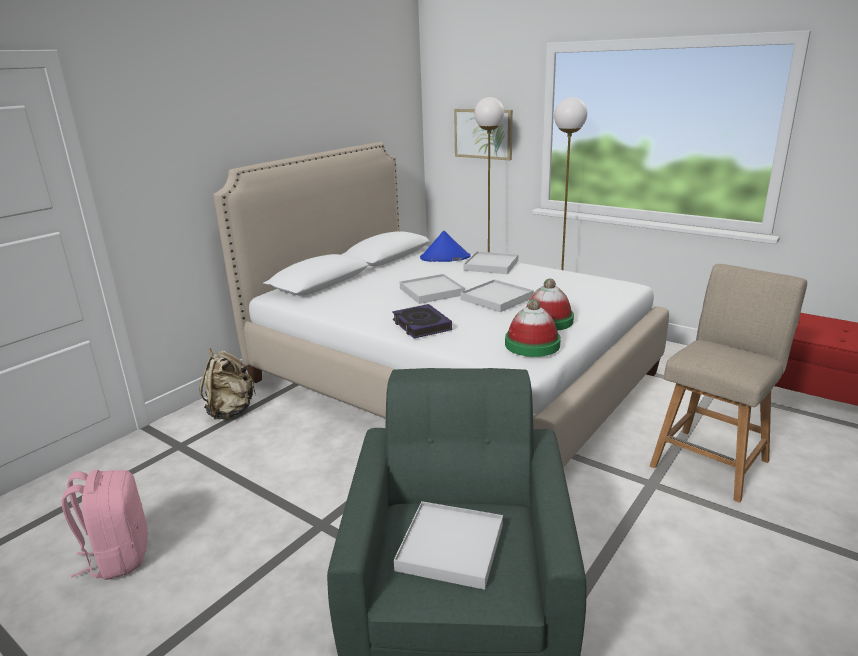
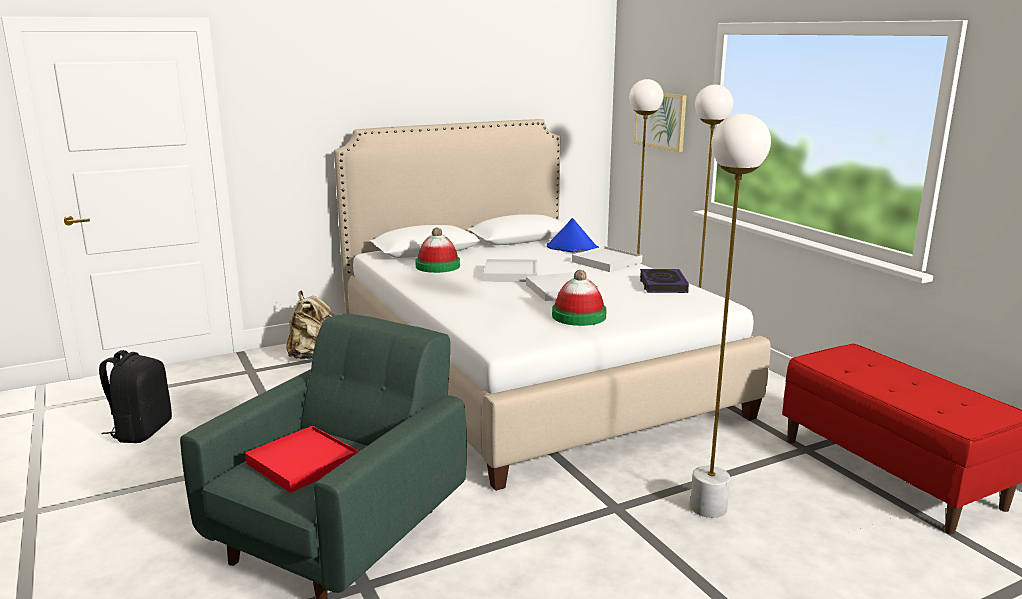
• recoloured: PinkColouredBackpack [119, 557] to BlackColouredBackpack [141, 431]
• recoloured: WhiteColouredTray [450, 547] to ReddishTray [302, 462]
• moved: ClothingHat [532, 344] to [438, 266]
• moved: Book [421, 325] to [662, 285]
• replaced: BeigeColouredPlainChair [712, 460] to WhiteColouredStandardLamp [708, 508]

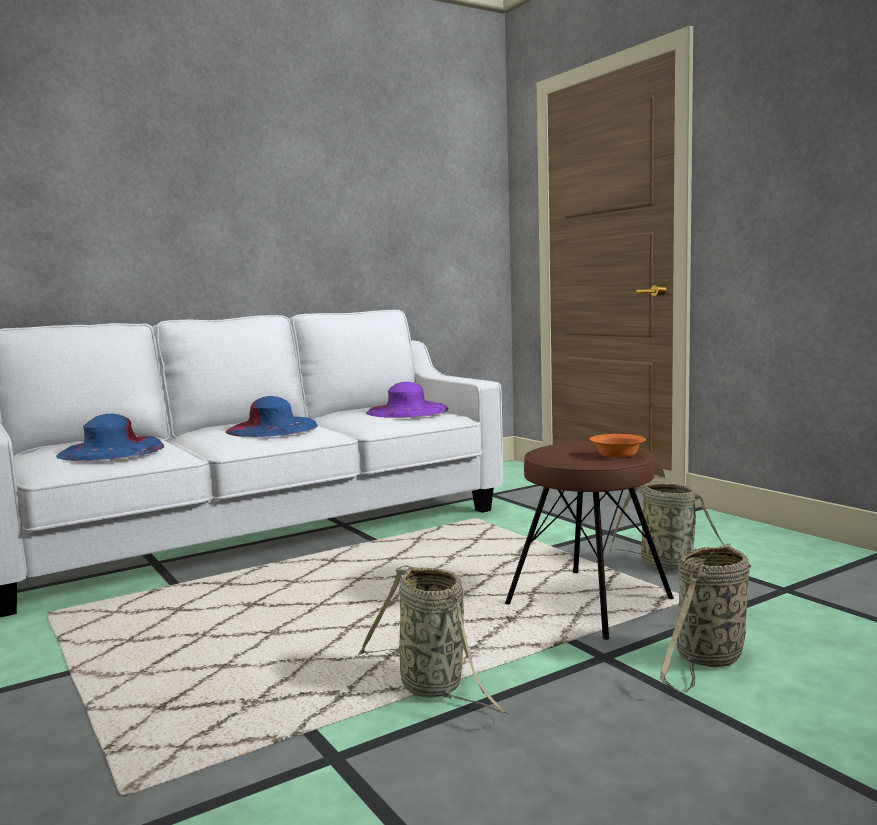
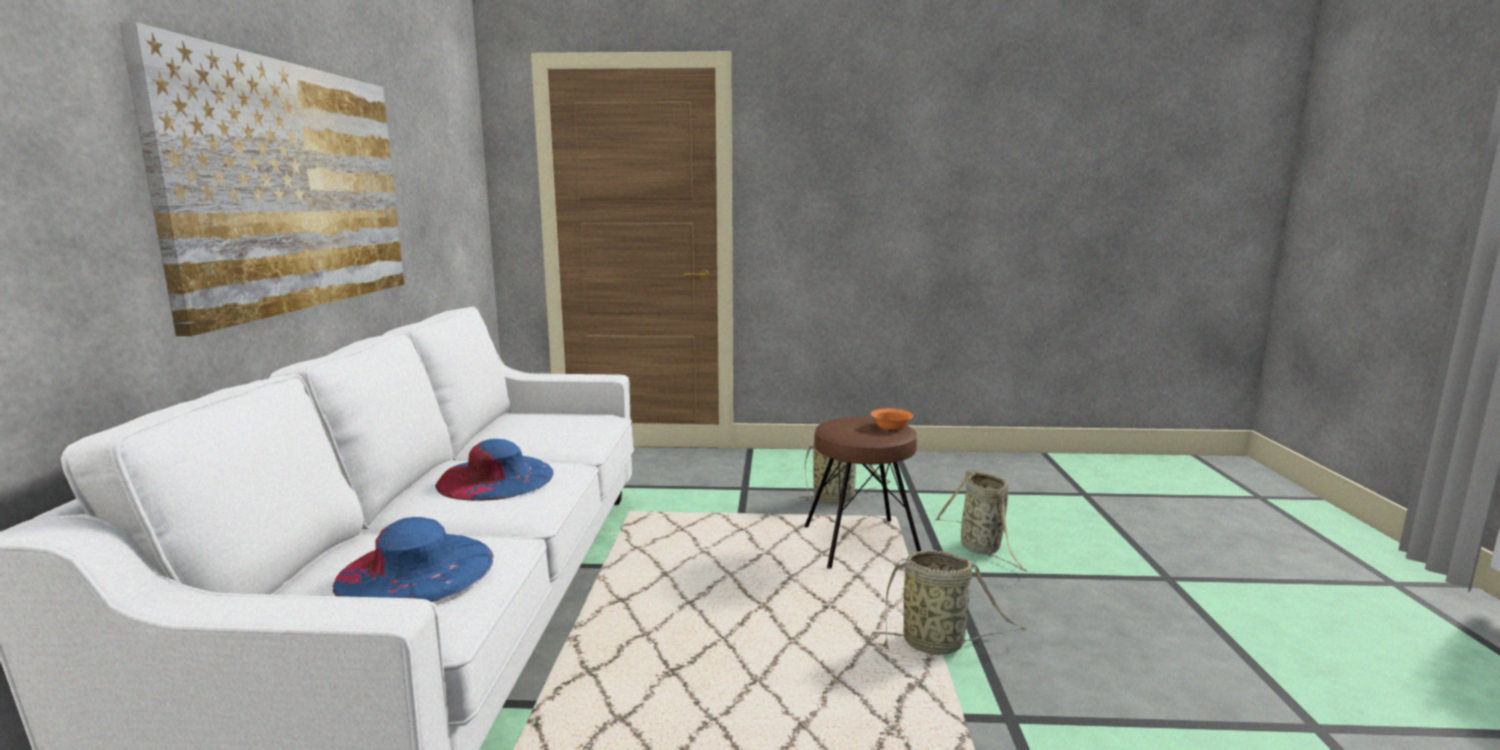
• added: Picture [293, 188]
• removed: PurpleClothingHat [407, 411]

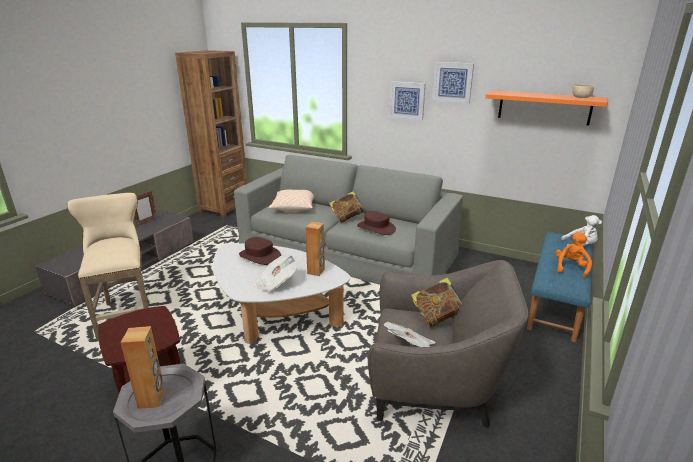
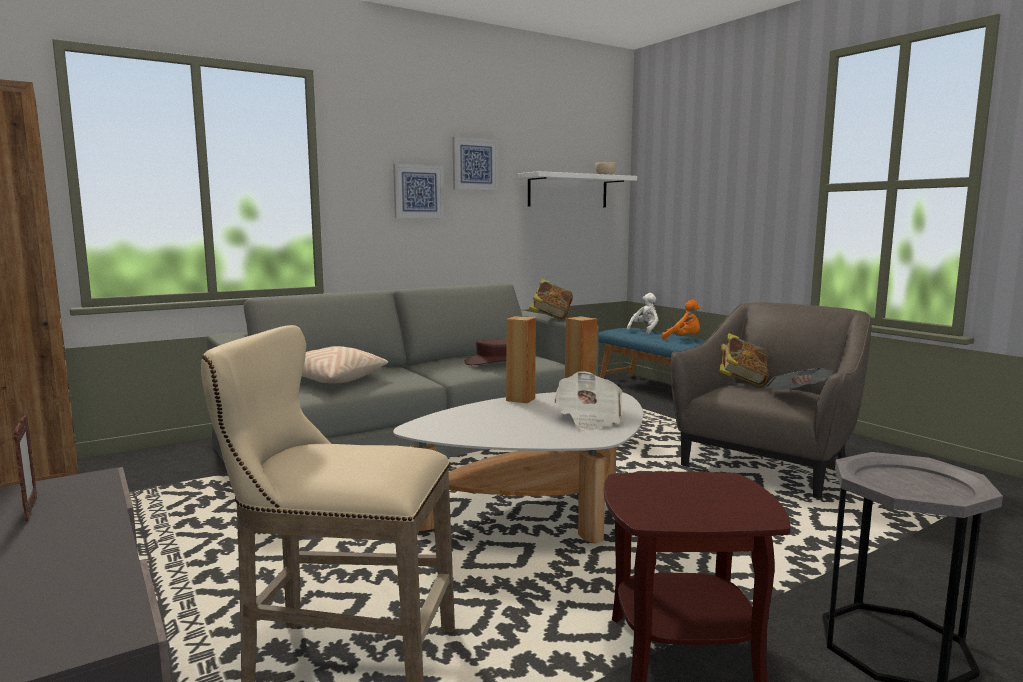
• moved: BrownishSpeaker [152, 399] to [520, 399]
• recoloured: OrangeyBracketShelf [544, 107] to WhiteColouredBracketShelf [568, 191]
• moved: Book [347, 218] to [551, 317]
• turned: OrangeyCuddlyToy [571, 268] = [683, 339] 150 degrees clockwise
• removed: BrownishClothingHat [259, 256]

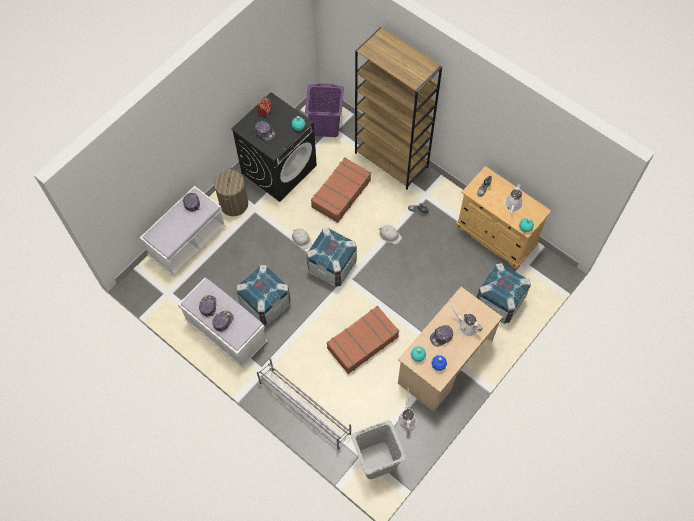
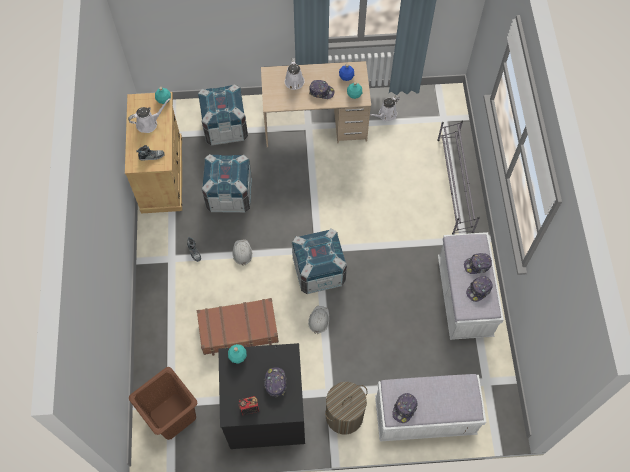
• recoloured: PurpleLaundryBasket [326, 125] to BrownishLaundryBasket [172, 415]
• moved: ShippingCrate [265, 303] to [229, 195]
• removed: BrownishPieceOfLuggage [362, 342]
• removed: GrayLaundryBasket [376, 460]
• removed: BrownishShelvingUnit [392, 160]

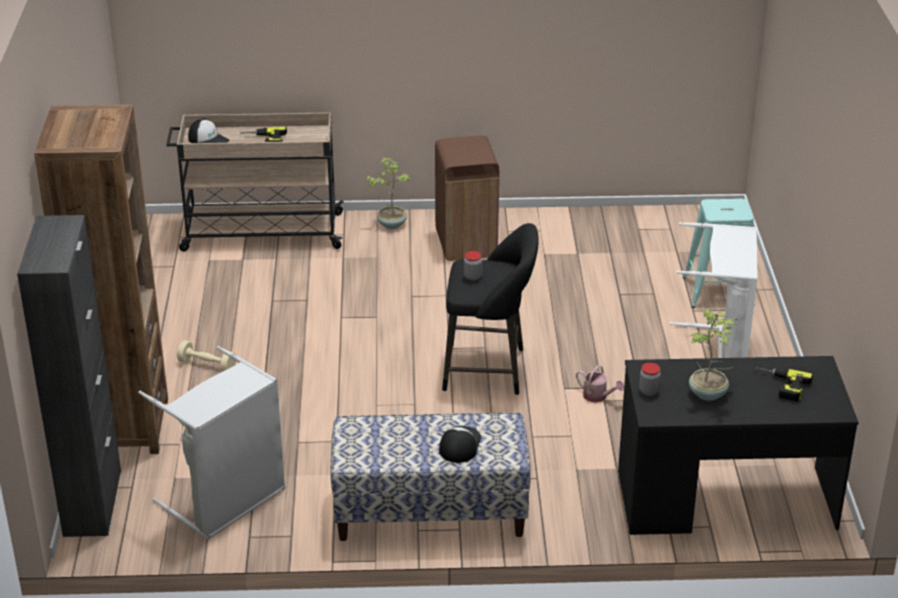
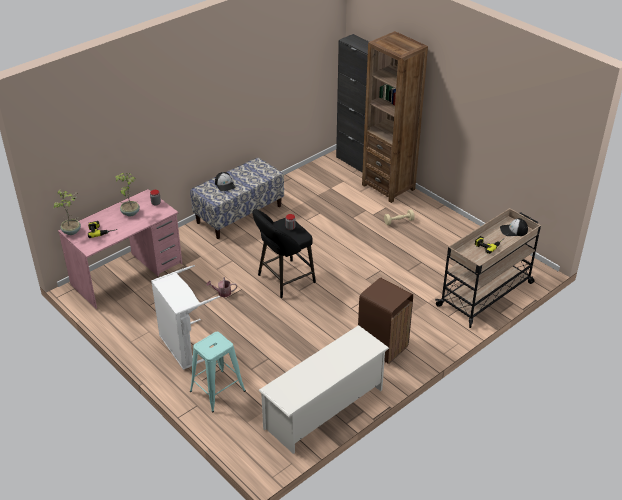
• moved: Houseplant [391, 224] to [72, 231]
• recoloured: BlackColouredDeskTable [725, 500] to PinkColouredDeskTable [127, 274]
• added: WhiteColouredShoeStand [324, 409]
• removed: GrayLaundryBasket [228, 502]

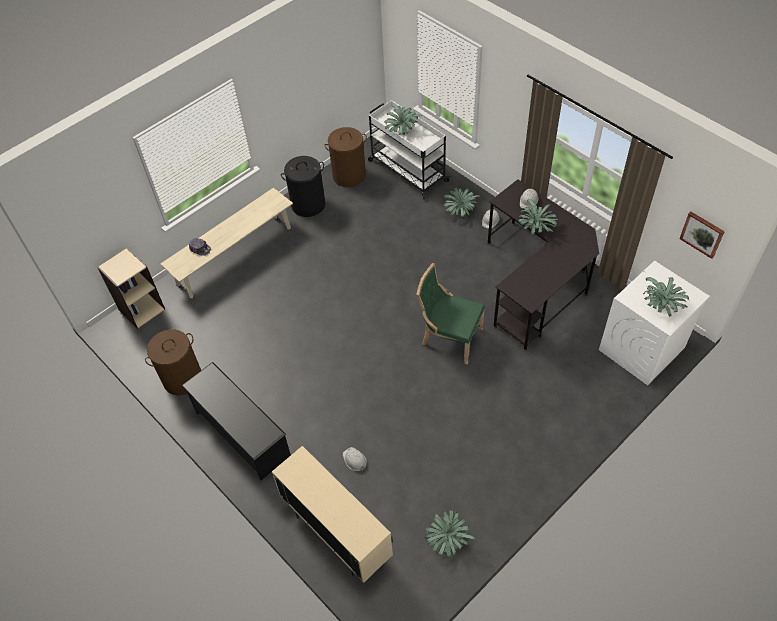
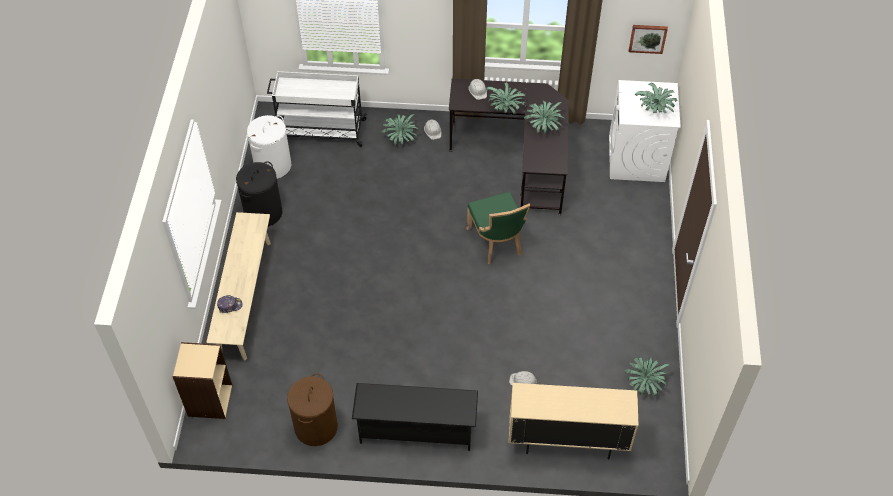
• recoloured: BrownishLaundryBasket [349, 176] to WhiteColouredLaundryBasket [273, 166]
• turned: GreenPlainChair [449, 338] = [497, 243] 90 degrees counterclockwise
• moved: Houseplant [402, 130] to [544, 126]

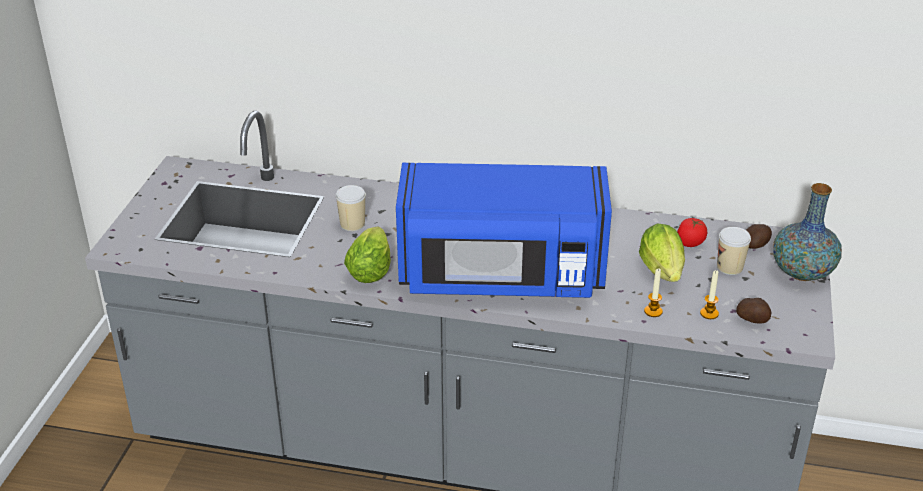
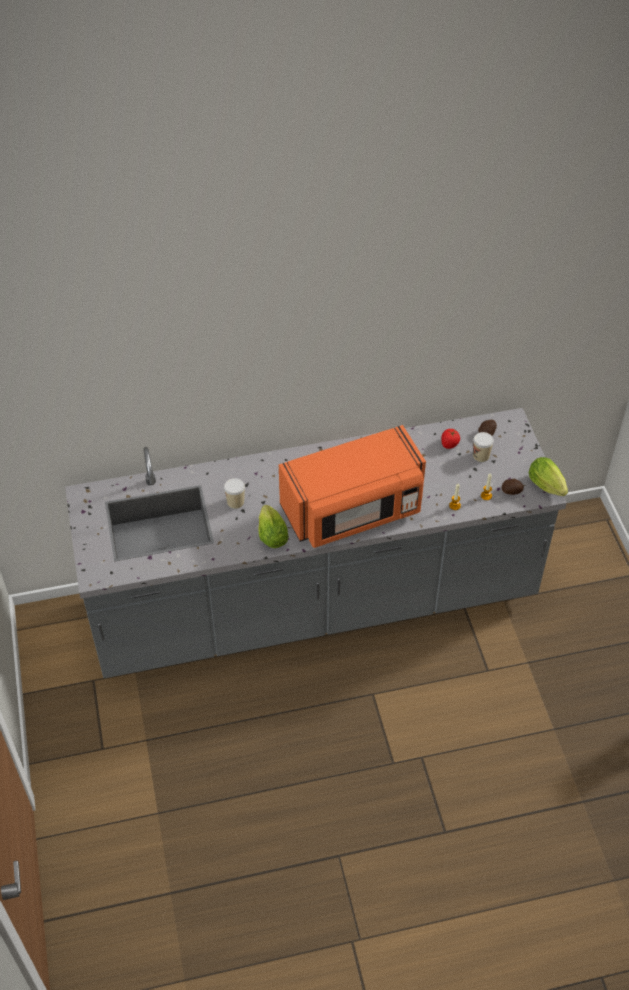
• recoloured: BluishMicrowave [501, 276] to OrangeyMicrowave [353, 511]
• moved: LettuceHead [663, 273] to [548, 487]
• removed: DecorativeVase [802, 272]

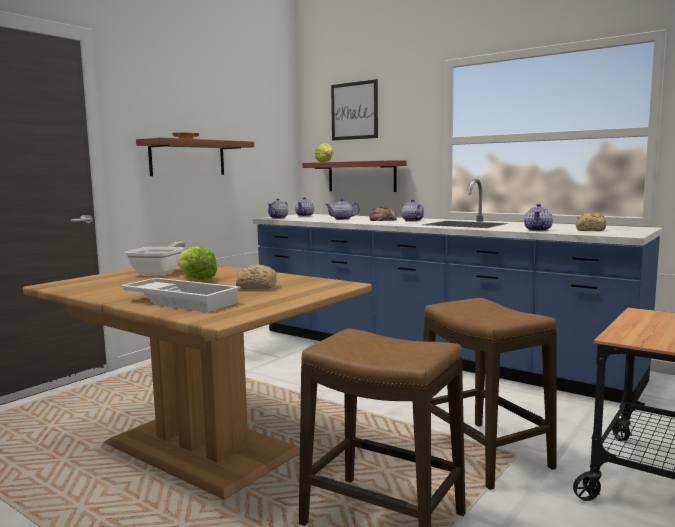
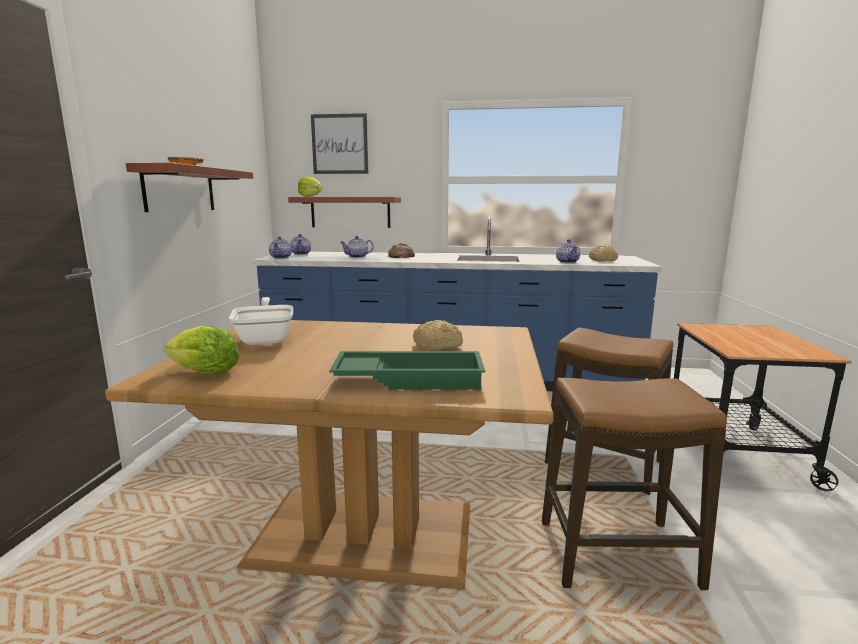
• moved: LettuceHead [196, 279] to [204, 372]
• recoloured: WhiteColouredTray [182, 301] to GreenTray [410, 378]
• removed: PotForTea [412, 221]

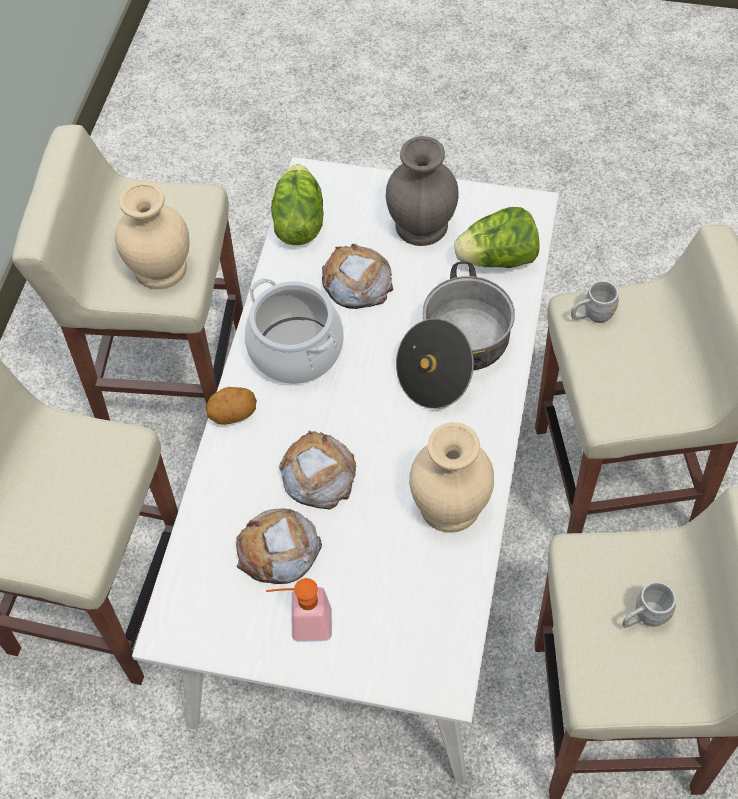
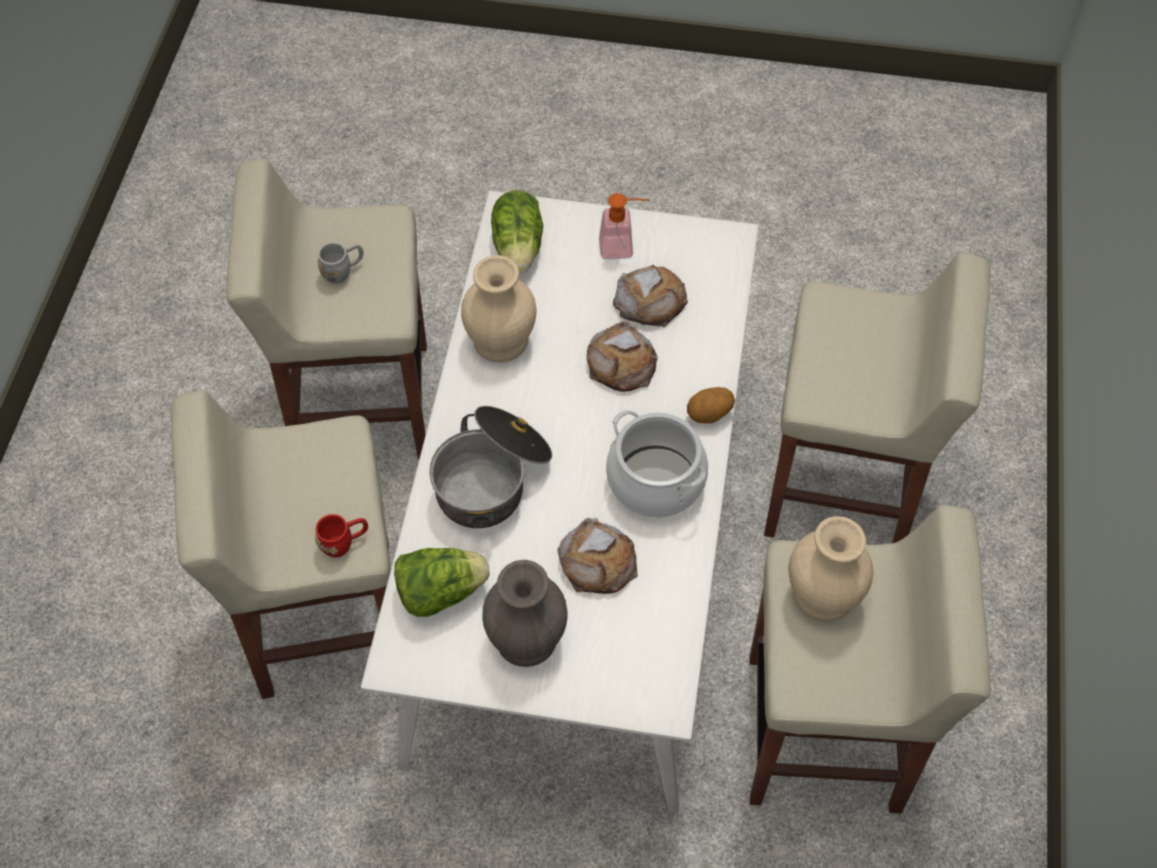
• recoloured: GrayTeaMug [592, 315] to ReddishTeaMug [344, 543]
• moved: LettuceHead [298, 222] to [519, 247]

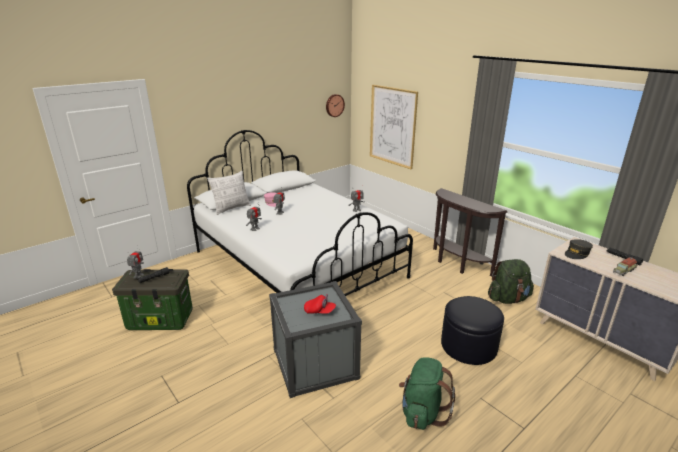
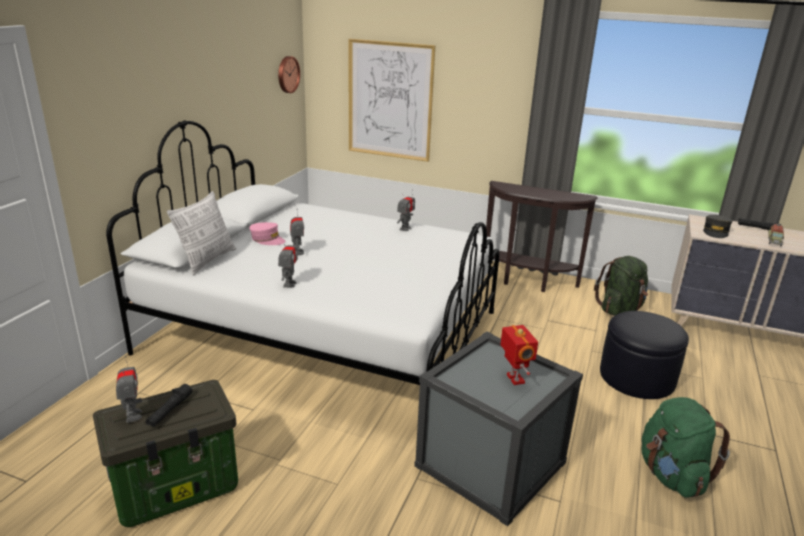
• replaced: ReddishCap [319, 311] to ToyRobot [514, 379]

